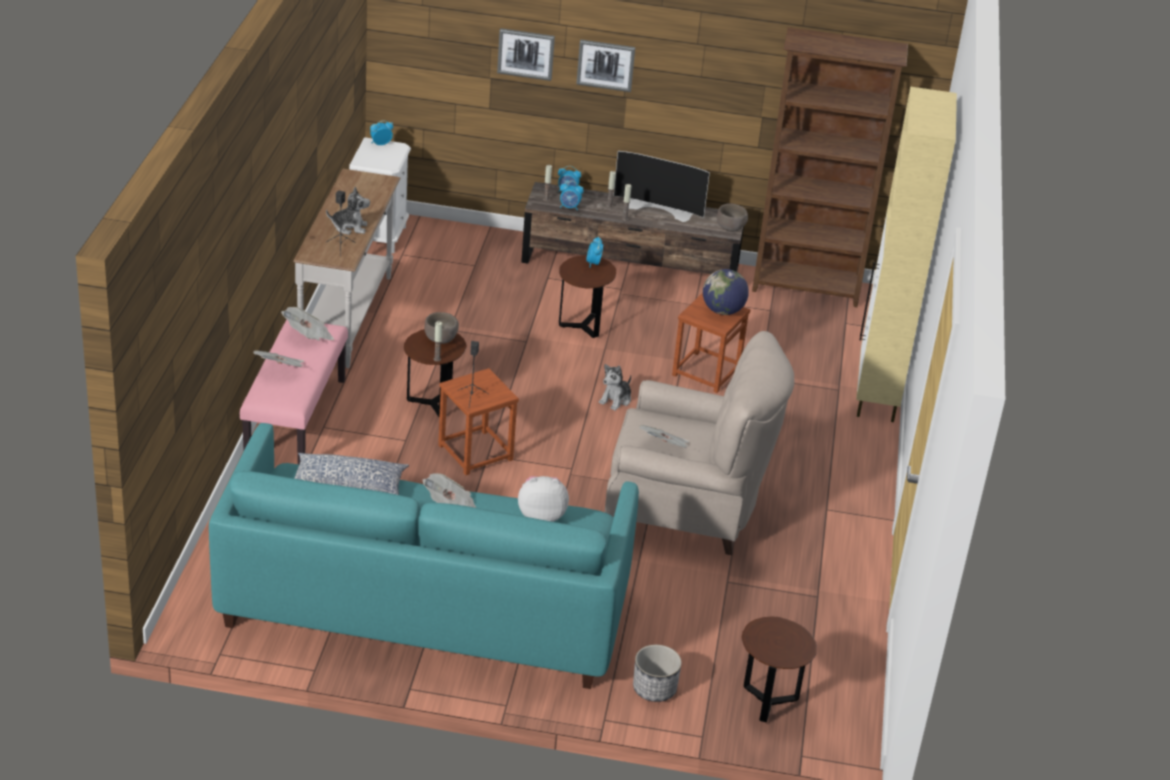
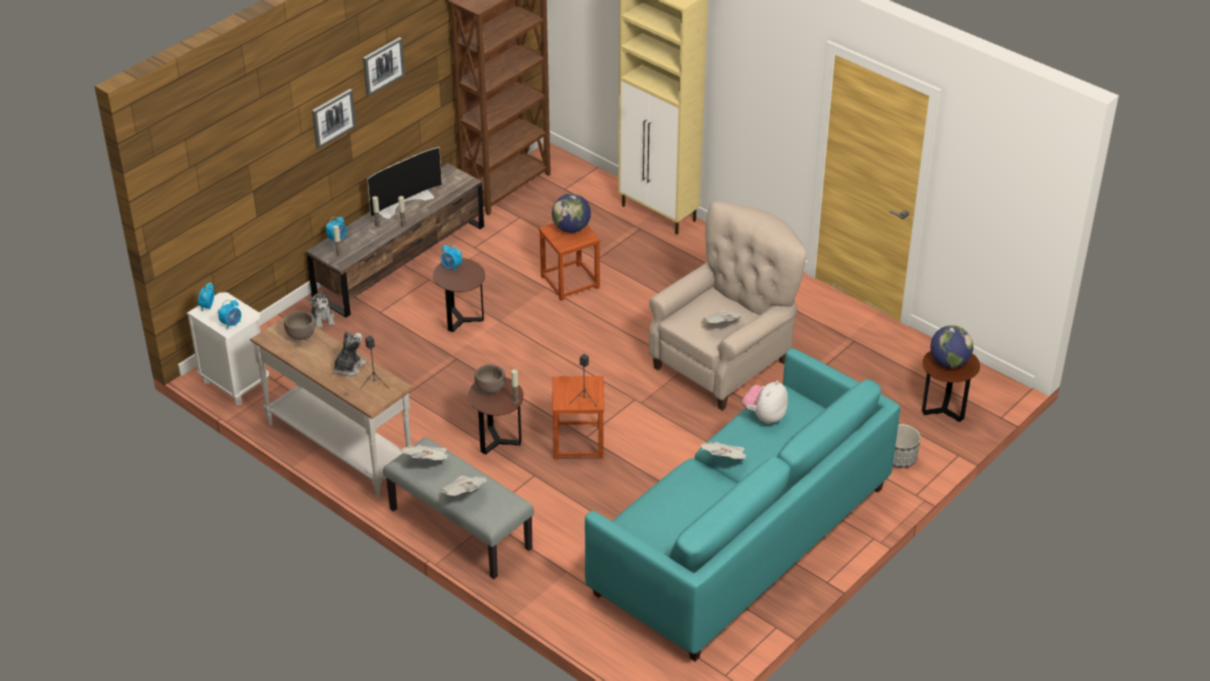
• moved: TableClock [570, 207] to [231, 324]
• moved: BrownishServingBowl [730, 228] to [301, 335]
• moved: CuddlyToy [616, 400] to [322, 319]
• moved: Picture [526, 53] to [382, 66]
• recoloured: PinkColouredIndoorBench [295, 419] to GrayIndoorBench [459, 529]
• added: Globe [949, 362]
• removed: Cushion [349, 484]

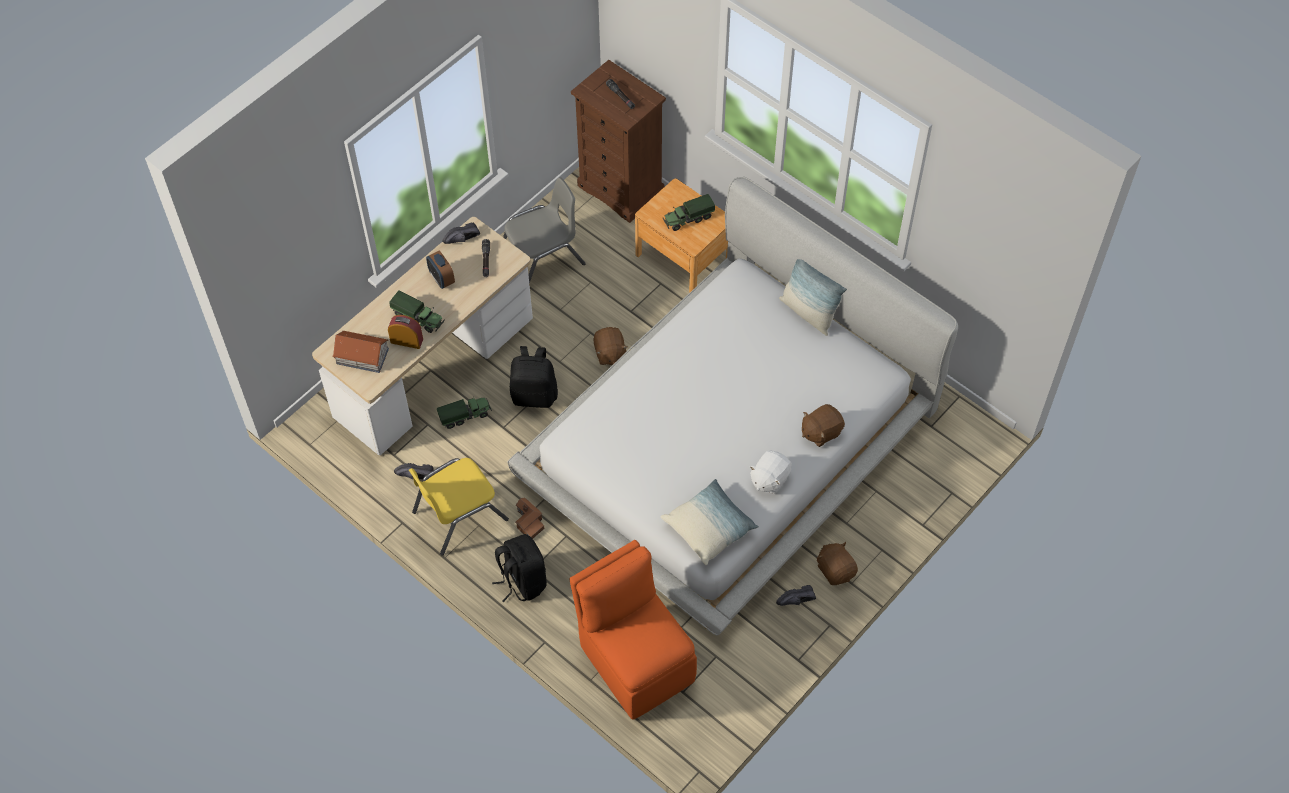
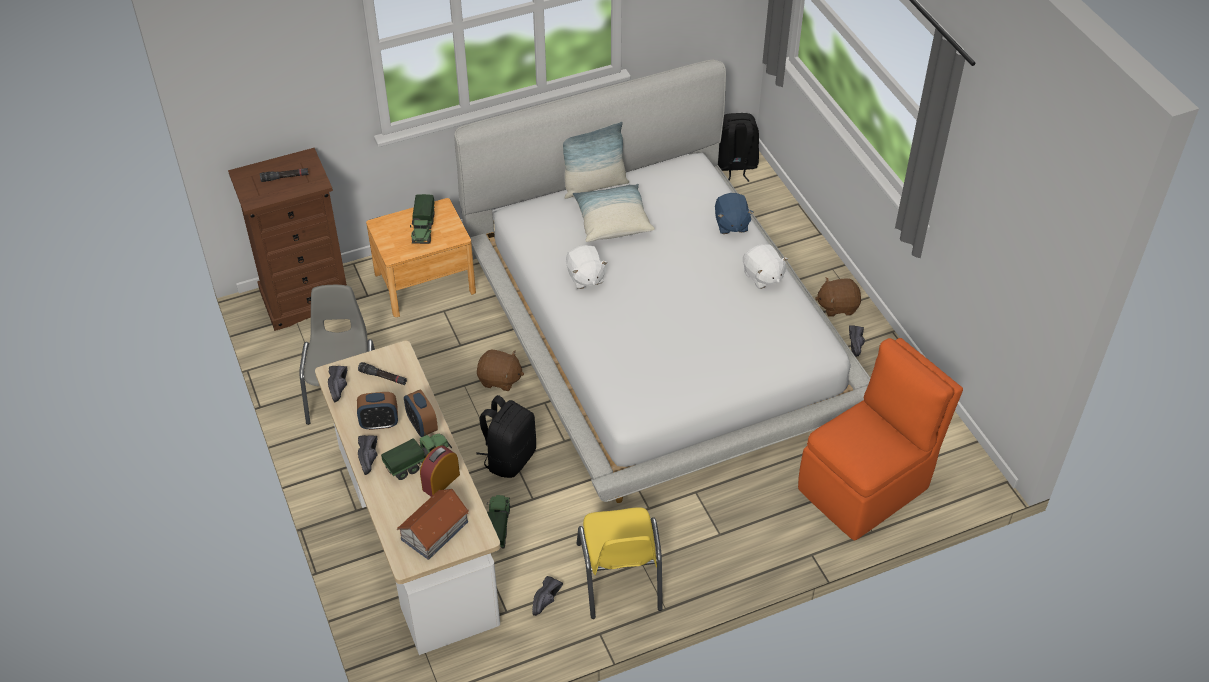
• added: BlackColouredLowShoe [370, 458]
• added: TableClock [422, 425]
• added: WhiteColouredCuddlyToy [585, 277]
• moved: Cushion [709, 527] to [612, 221]
• recoloured: BrownishCuddlyToy [821, 432] to BluishCuddlyToy [731, 224]
• moved: BlackColouredBackpack [522, 580] to [734, 166]
• turned: OrangeyPlainChair [635, 660] = [866, 487] 150 degrees clockwise
• removed: ModelHouse [528, 522]

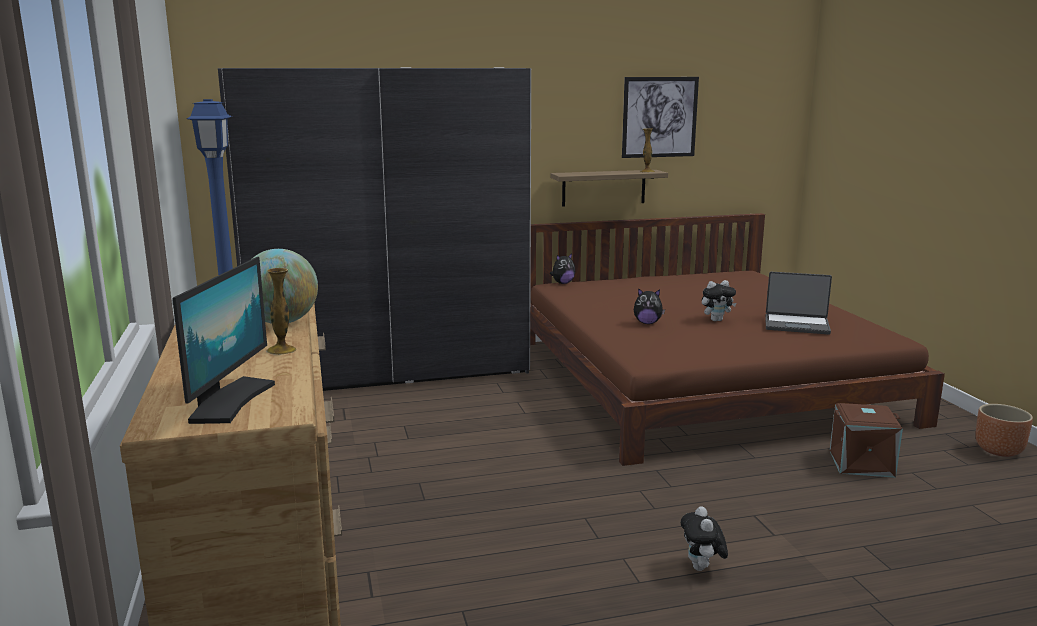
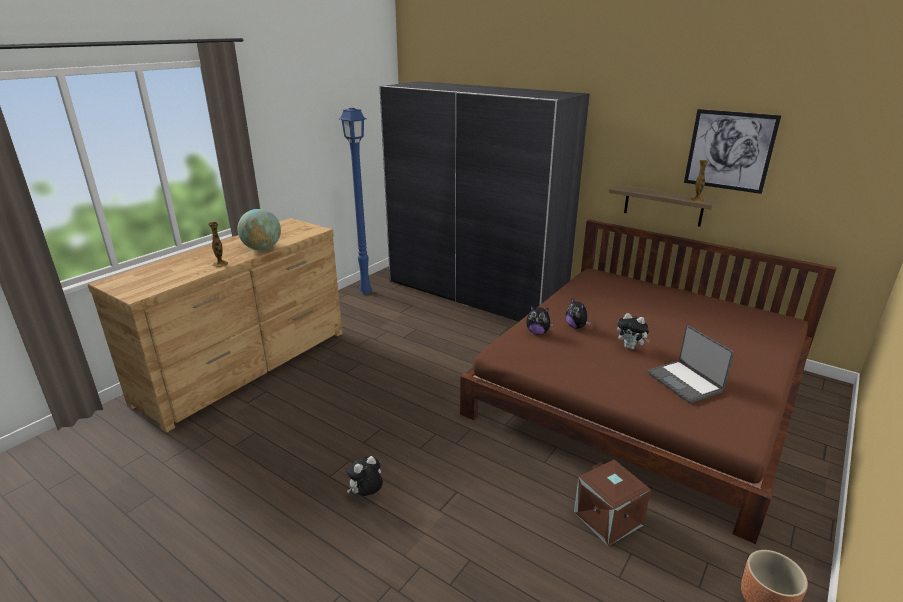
• moved: CuddlyToy [562, 283] to [537, 332]
• removed: Monitor [230, 401]

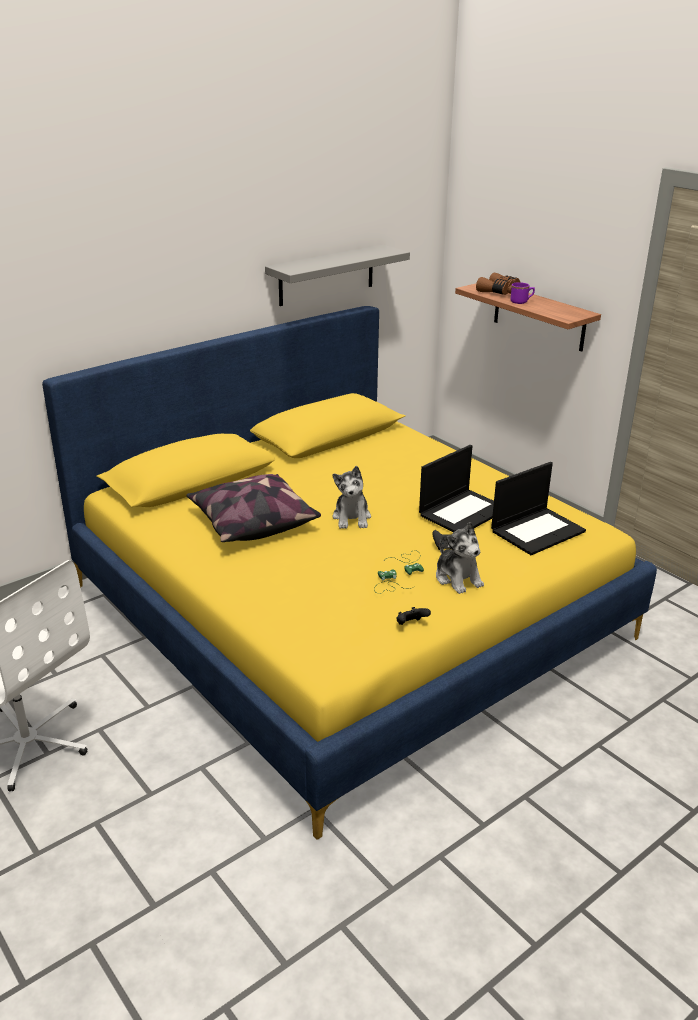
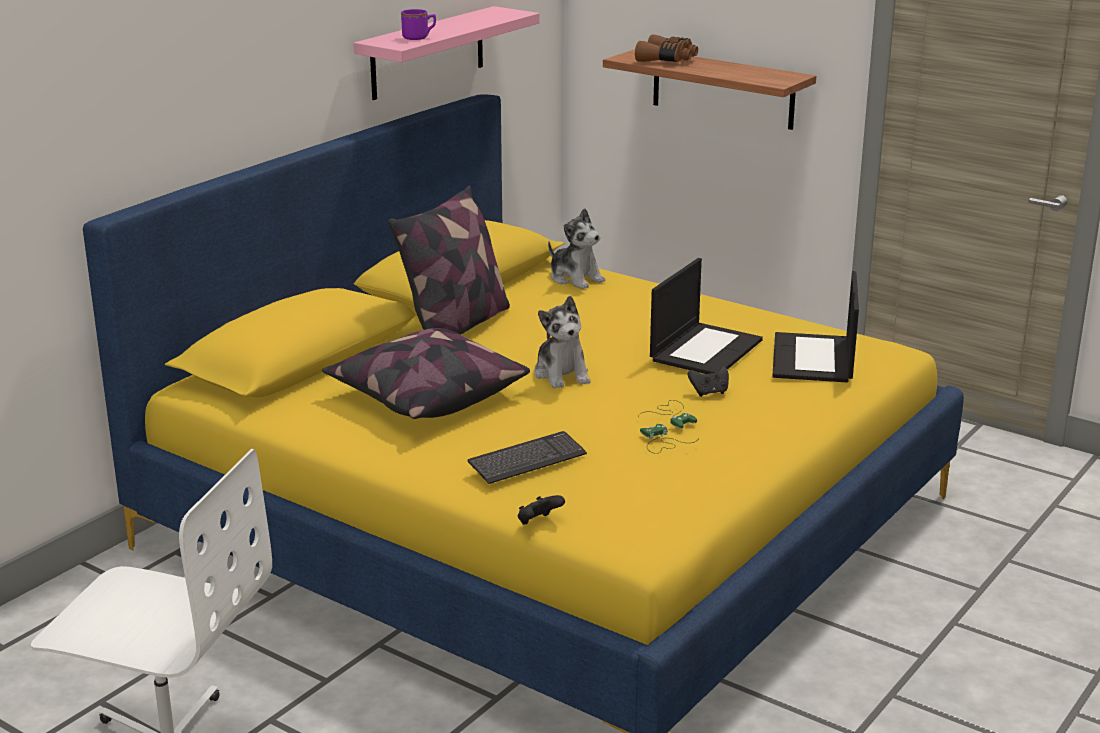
• recoloured: GrayBracketShelf [326, 275] to PinkColouredBracketShelf [428, 53]
• added: Cushion [456, 326]
• moved: PurpleTeaMug [521, 302] to [419, 37]
• added: ComputerKeyboard [527, 460]
• moved: BlackColouredJoypad [411, 625] to [538, 522]
• moved: CuddlyToy [458, 578] to [575, 279]
• turned: PortableComputer [537, 530] = [813, 359] 150 degrees clockwise

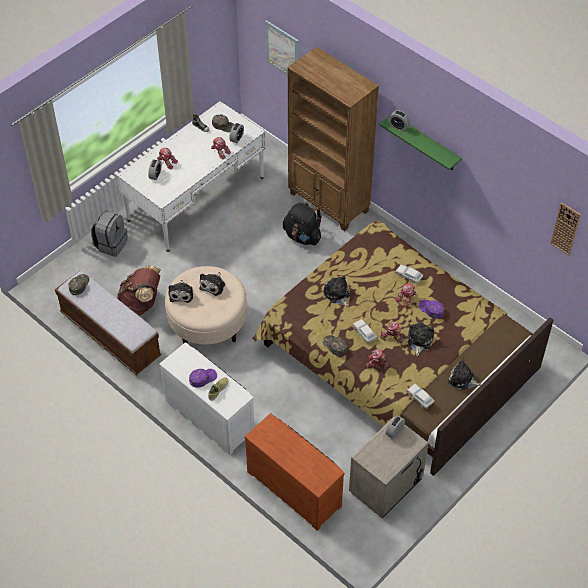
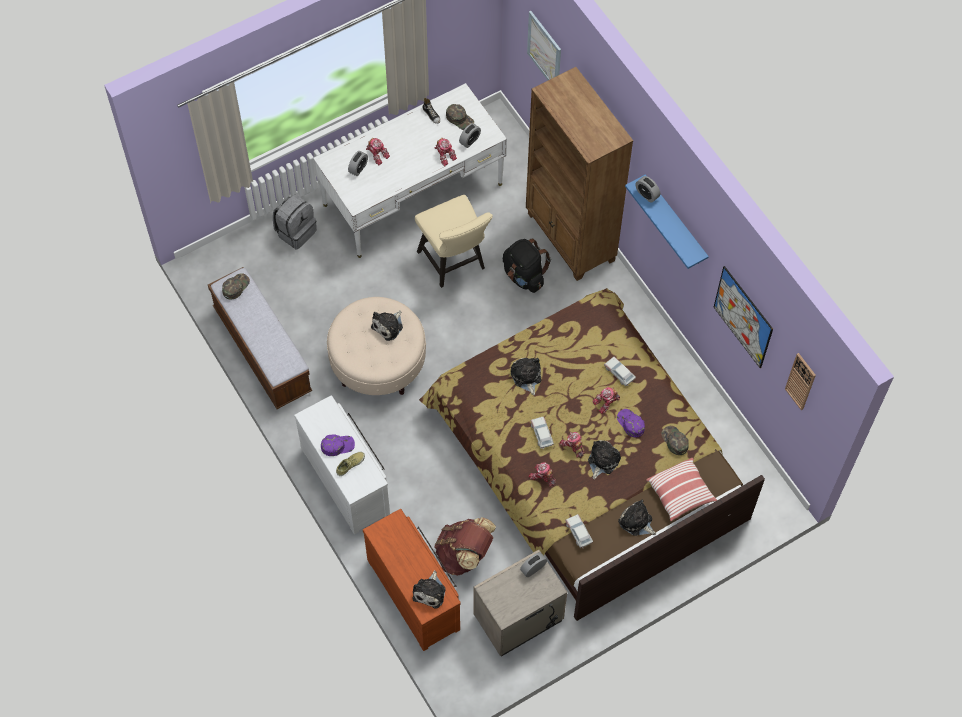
• moved: CuddlyToy [181, 294] to [430, 592]
• added: BeigeColouredPlainChair [454, 263]
• moved: BrownishBackpack [142, 303] to [464, 555]
• recoloured: GreenBracketShelf [425, 143] to BluishBracketShelf [675, 222]
• added: Cushion [680, 493]
• moved: GreenCap [334, 346] to [674, 441]
• added: Picture [743, 317]

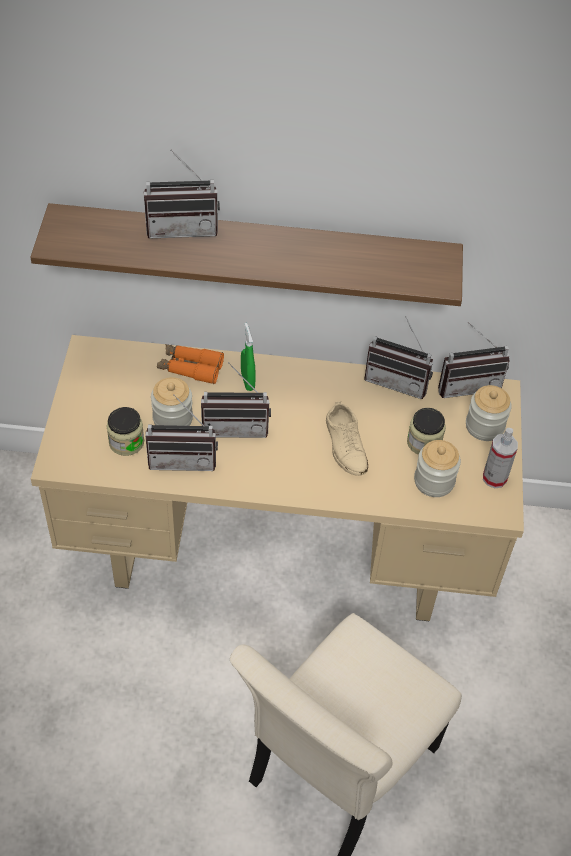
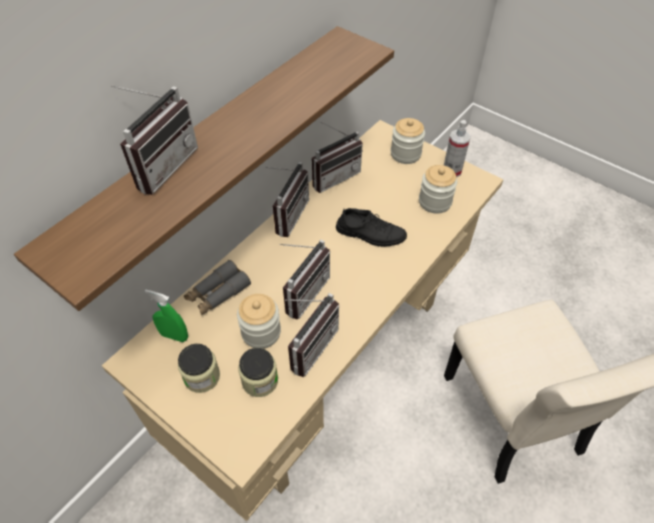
• moved: GreenHandSprayer [247, 381] to [174, 336]
• moved: StorageJar [424, 442] to [202, 376]
• recoloured: OrangeyFieldGlasses [190, 368] to GrayFieldGlasses [218, 293]
• moved: RadioSet [468, 383] to [286, 215]
• recoloured: BeigeColouredLowShoe [345, 445] to BlackColouredLowShoe [370, 234]

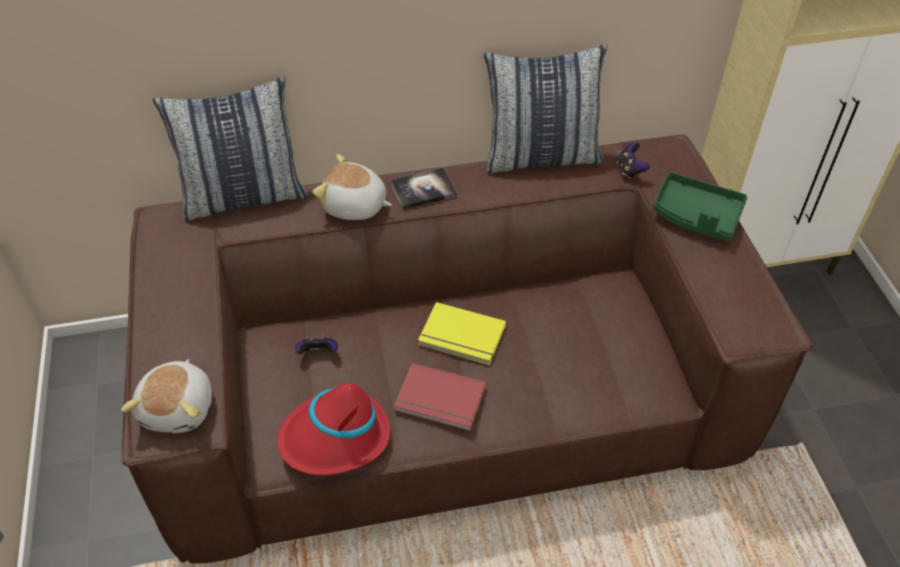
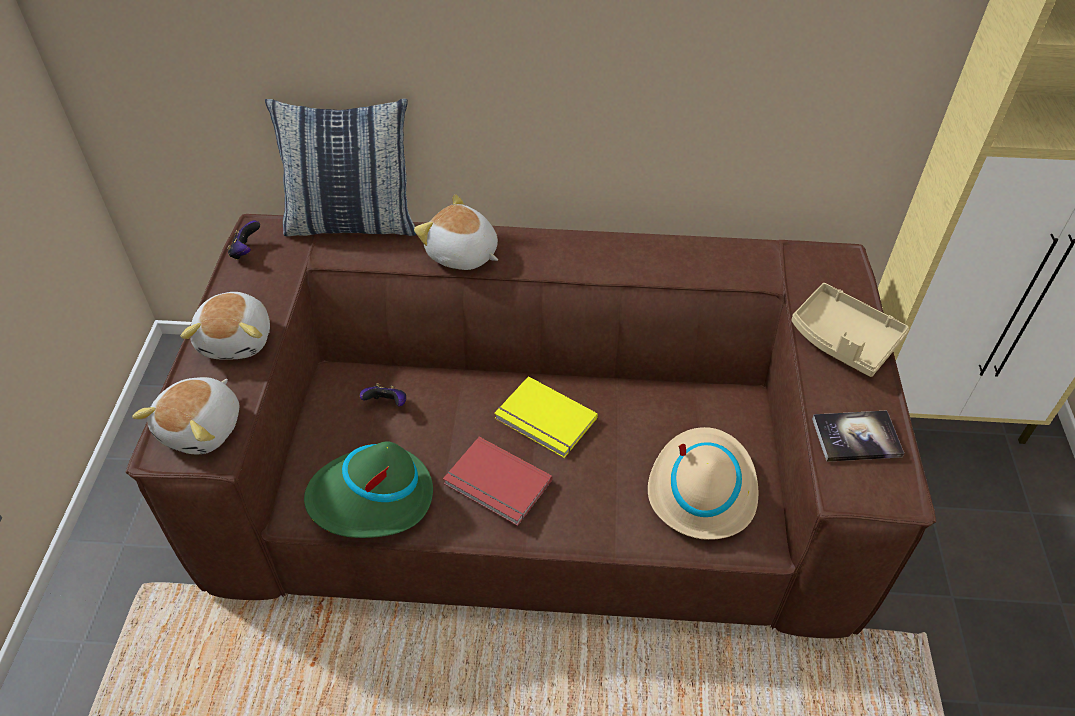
• added: CuddlyToy [237, 339]
• moved: Joypad [630, 170] to [246, 251]
• recoloured: ReddishClothingHat [335, 437] to GreenClothingHat [371, 498]
• added: BeigeColouredClothingHat [702, 488]
• recoloured: GreenTray [696, 216] to BeigeColouredTray [843, 339]
• moved: Book [423, 189] to [856, 437]
• removed: Cushion [541, 157]

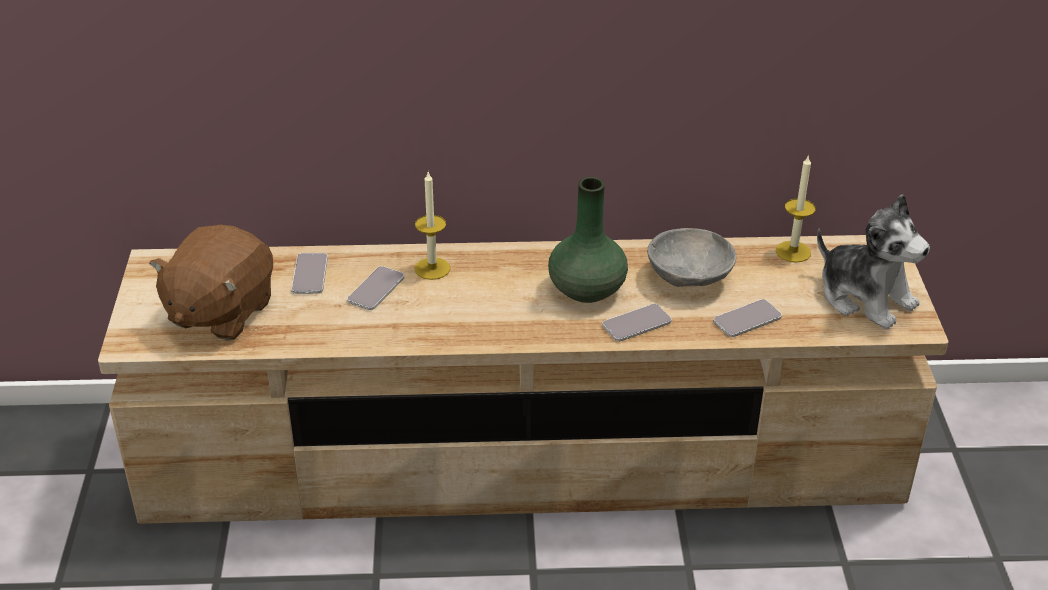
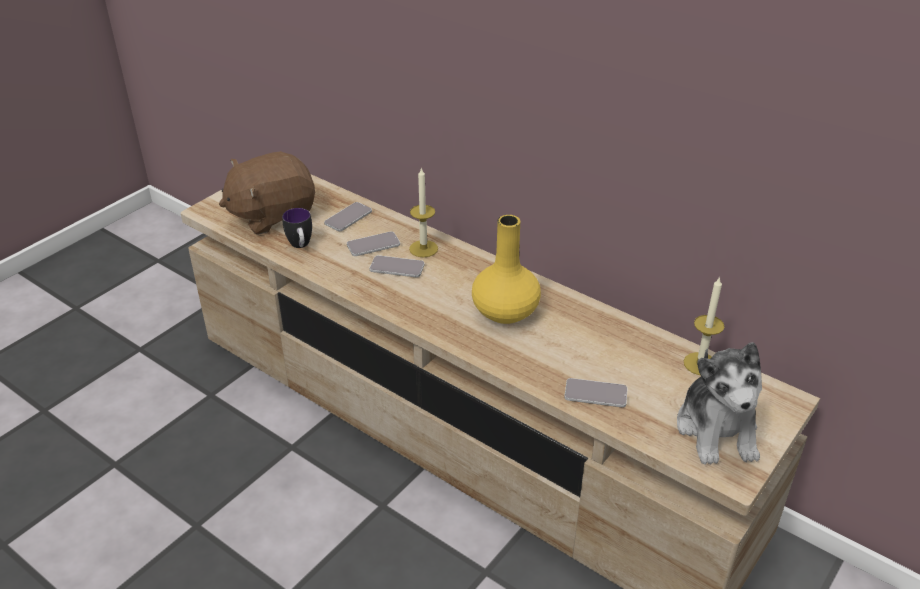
• added: TeaMug [301, 246]
• moved: Handset [636, 324] to [397, 267]
• recoloured: GreenDecorativeVase [588, 290] to YellowDecorativeVase [505, 312]
• removed: GrayServingBowl [690, 278]

